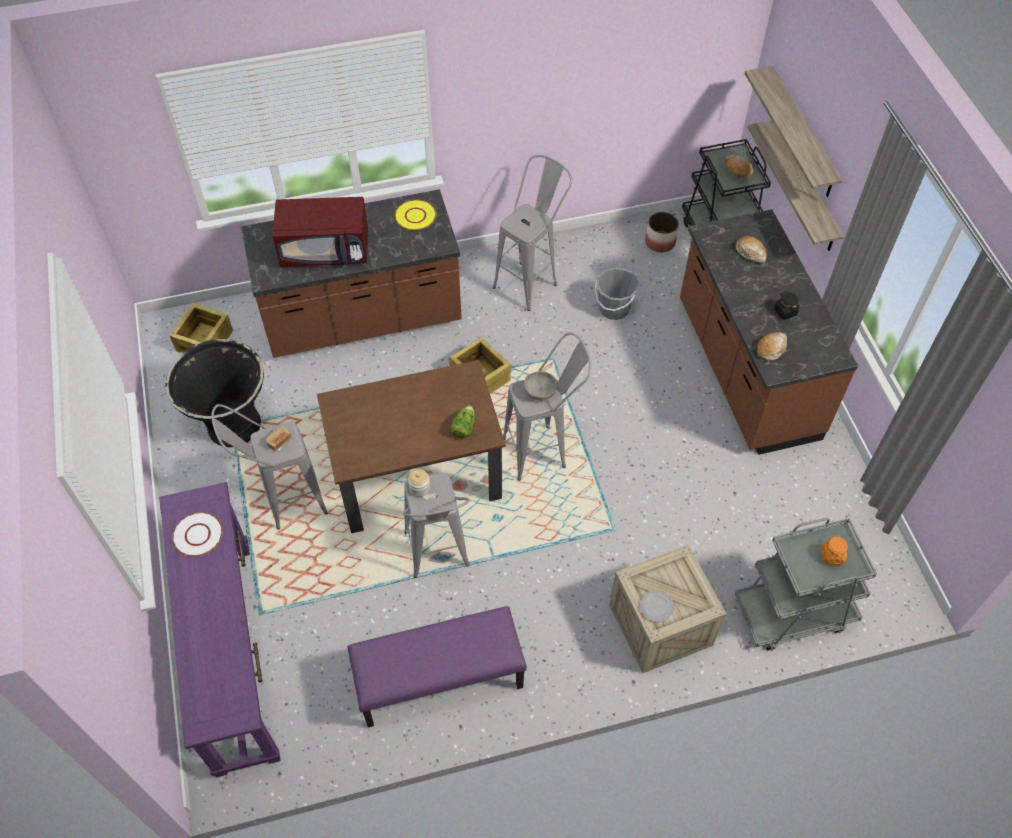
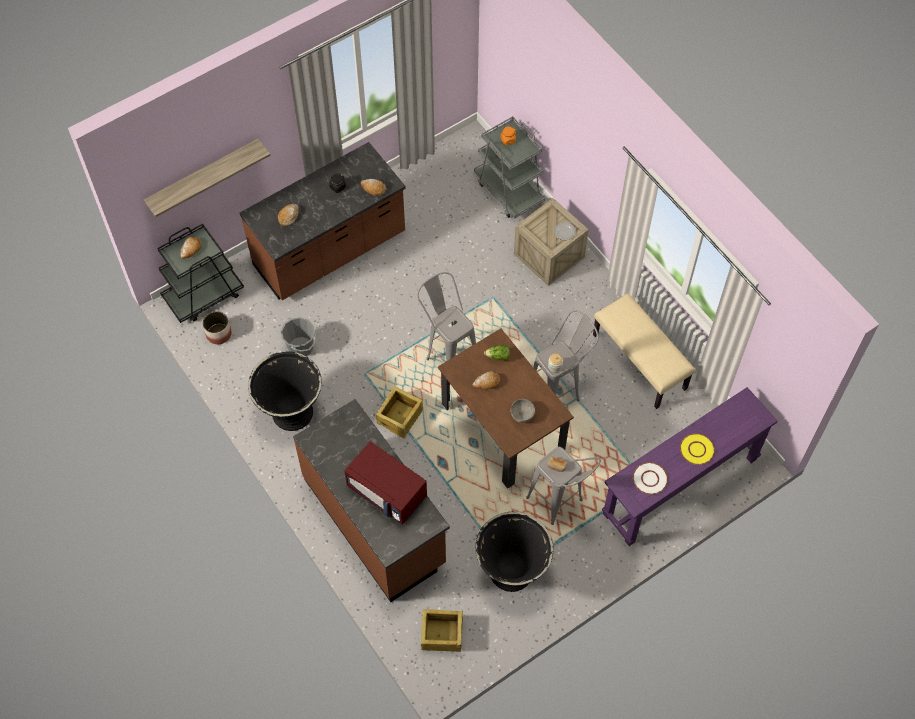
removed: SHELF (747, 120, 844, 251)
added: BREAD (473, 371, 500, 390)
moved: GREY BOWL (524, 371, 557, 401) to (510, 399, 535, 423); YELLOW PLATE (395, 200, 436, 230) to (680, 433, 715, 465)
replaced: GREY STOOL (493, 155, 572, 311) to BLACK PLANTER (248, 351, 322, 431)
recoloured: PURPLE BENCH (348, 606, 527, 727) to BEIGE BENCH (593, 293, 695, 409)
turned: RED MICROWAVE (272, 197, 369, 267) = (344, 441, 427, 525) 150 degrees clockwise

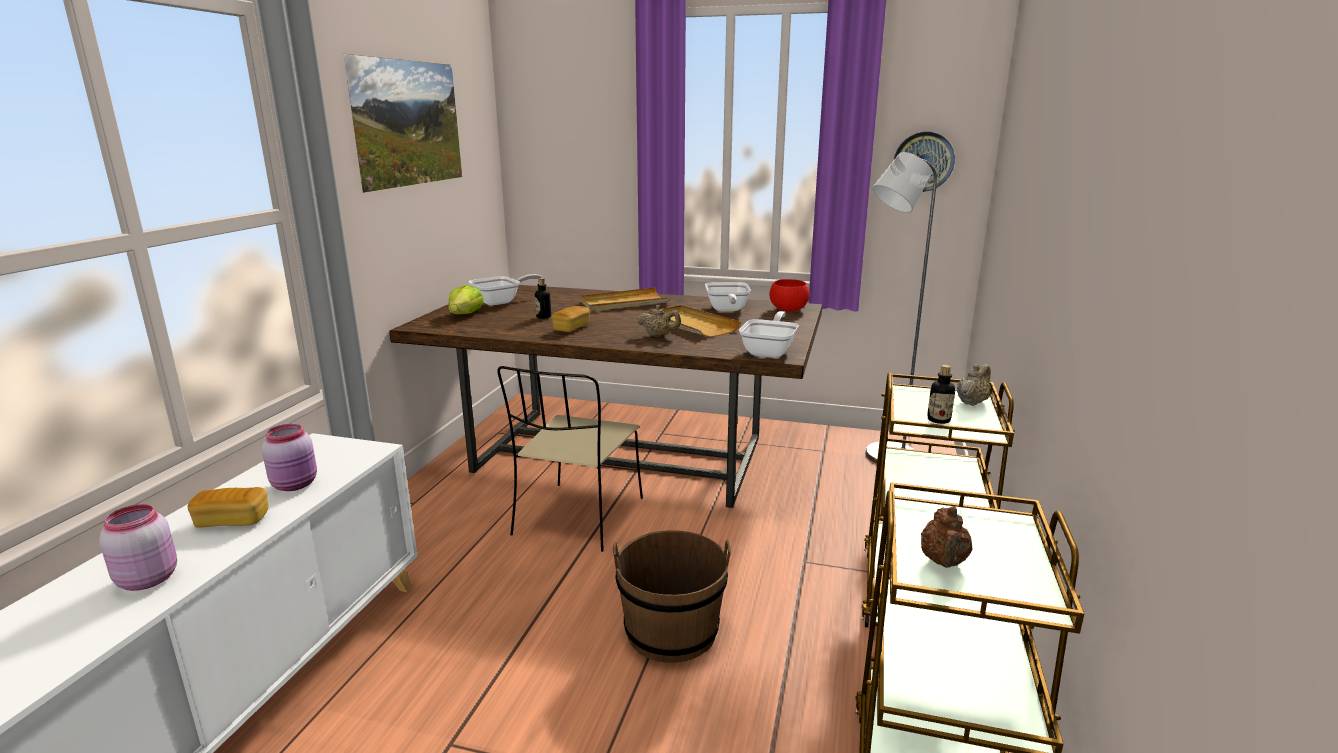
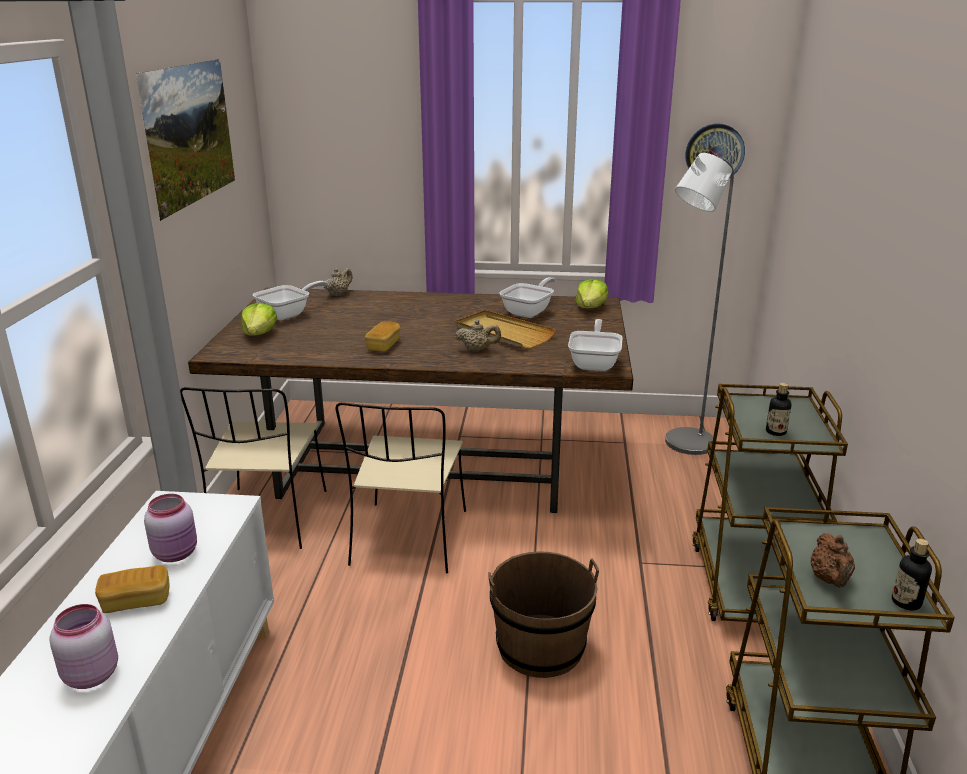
removed: BEIGE TRAY (580, 287, 671, 312)
added: BEIGE CHAIR (180, 387, 326, 549)
moved: BEIGE TEAPOT (957, 364, 991, 406) to (324, 268, 353, 296); BOTTLE (535, 278, 551, 319) to (892, 539, 932, 610)
replaced: RED BOWL (769, 279, 810, 312) to LETTUCE (575, 279, 609, 308)
turned: FRYING PAN (705, 282, 751, 311) = (500, 277, 555, 318) 135 degrees counterclockwise

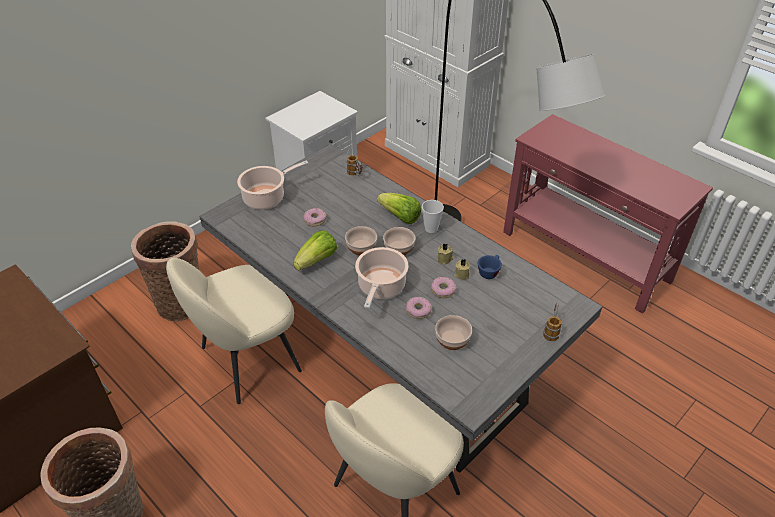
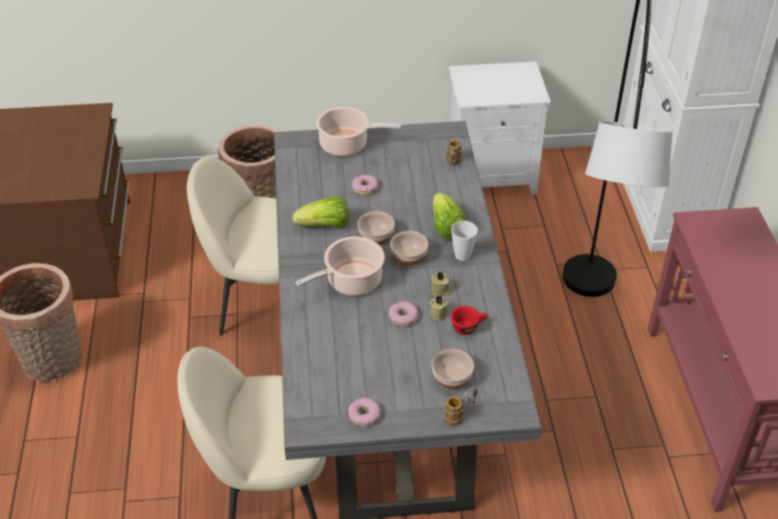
moved: DONUT (406, 297, 432, 319) to (348, 397, 381, 427); BOWL (435, 315, 472, 350) to (431, 349, 474, 389)
recoloured: BLUE CUP (478, 255, 502, 279) to RED CUP (451, 306, 487, 335)

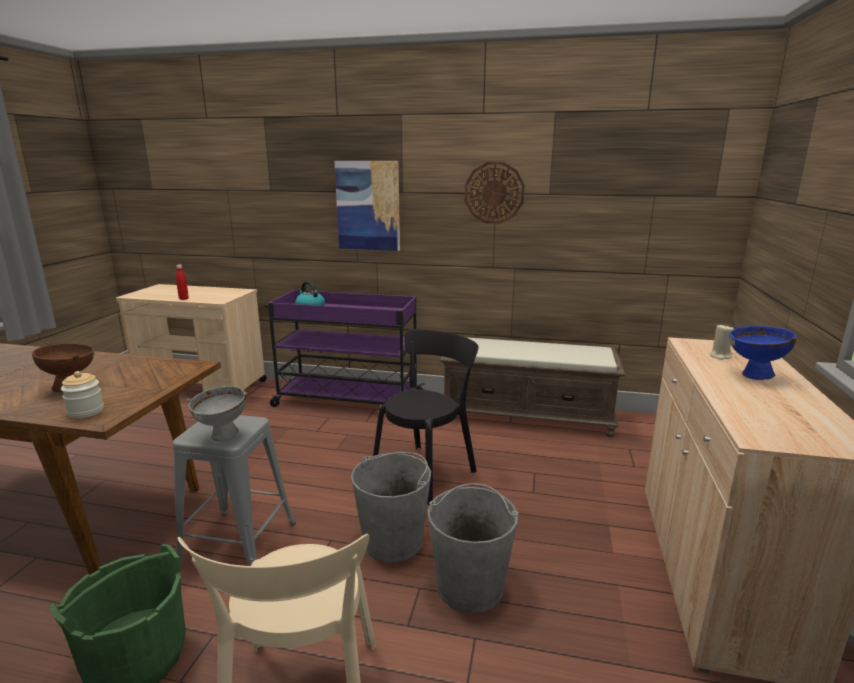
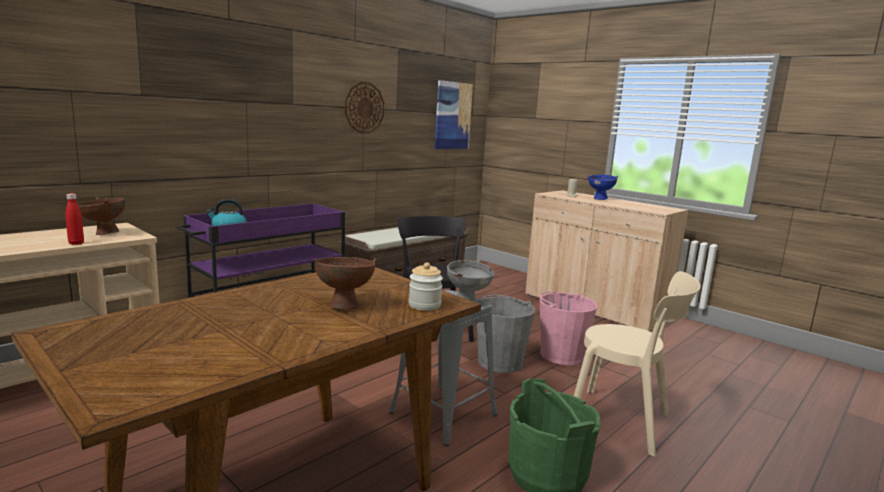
added: BROWN BOWL (78, 197, 125, 235)
moved: PICTURE (334, 161, 400, 251) to (435, 80, 473, 149)
recoloured: GREY BUCKET (427, 483, 519, 613) to PINK BUCKET (540, 292, 597, 365)

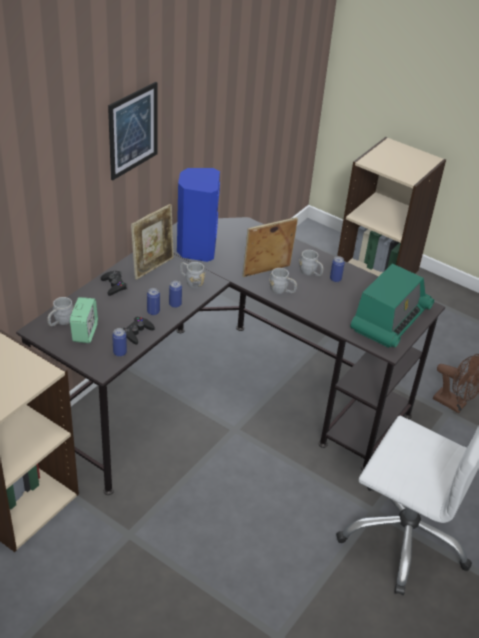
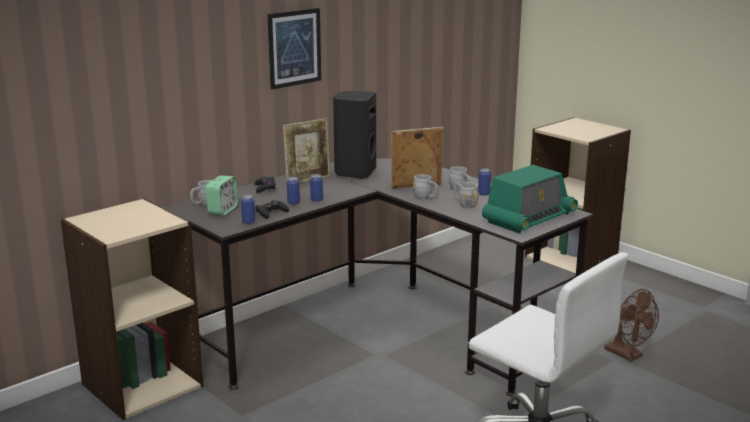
moved: GREY MUG (180, 262, 205, 288) to (454, 182, 479, 208)
recoloured: BLUE SPEAKER (177, 168, 220, 262) to BLACK SPEAKER (333, 91, 376, 179)

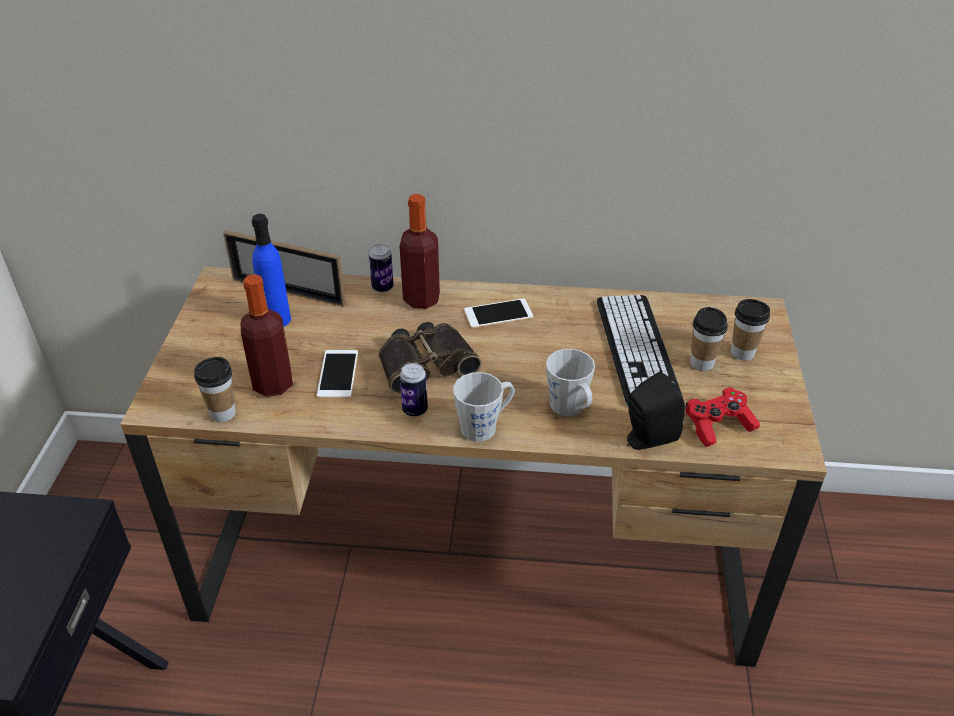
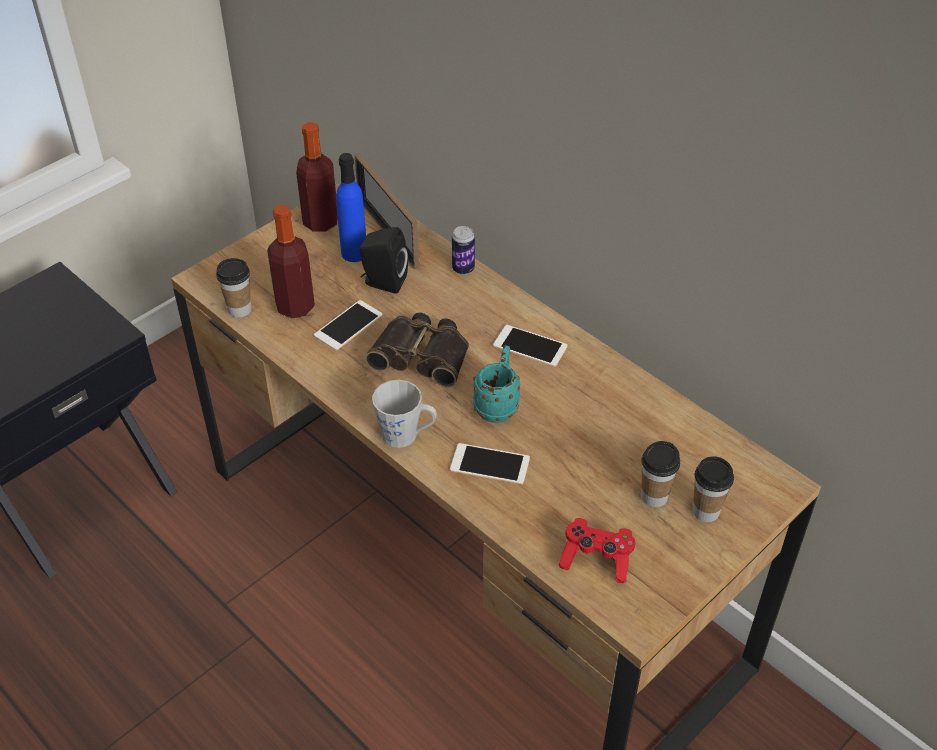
removed: CAN (400, 363, 428, 417); KEYBOARD (597, 295, 683, 405)
added: TURQUOISE MUG (473, 345, 520, 423)
moved: BOTTLE (399, 194, 440, 309) to (296, 122, 338, 232); BLACK SPEAKER (627, 371, 685, 450) to (360, 227, 408, 294)
replaced: GREY MUG (546, 349, 595, 416) to PHONE (450, 443, 530, 484)

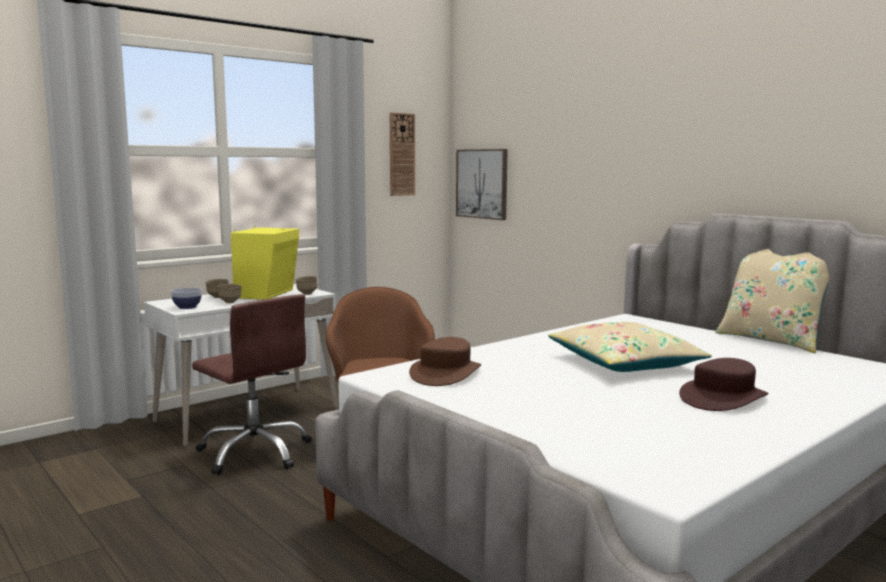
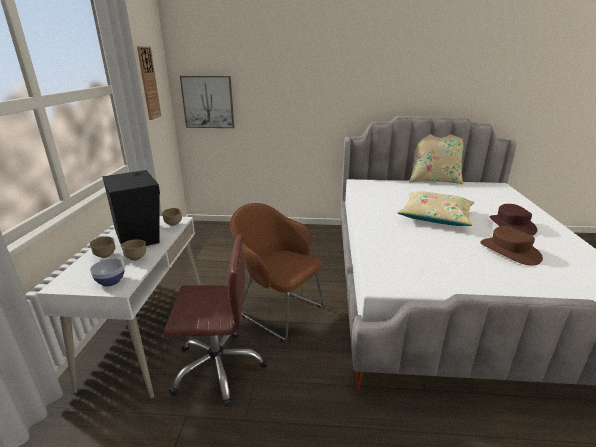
moved: BROWN HAT (409, 337, 481, 386) to (480, 226, 543, 266)
recoloured: YELLOW SPEAKER (231, 226, 299, 300) to BLACK SPEAKER (102, 170, 160, 247)

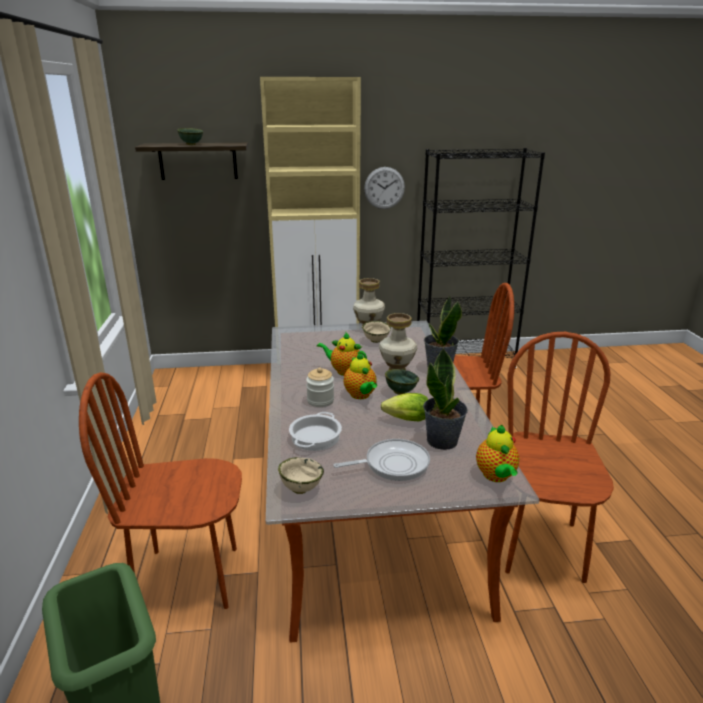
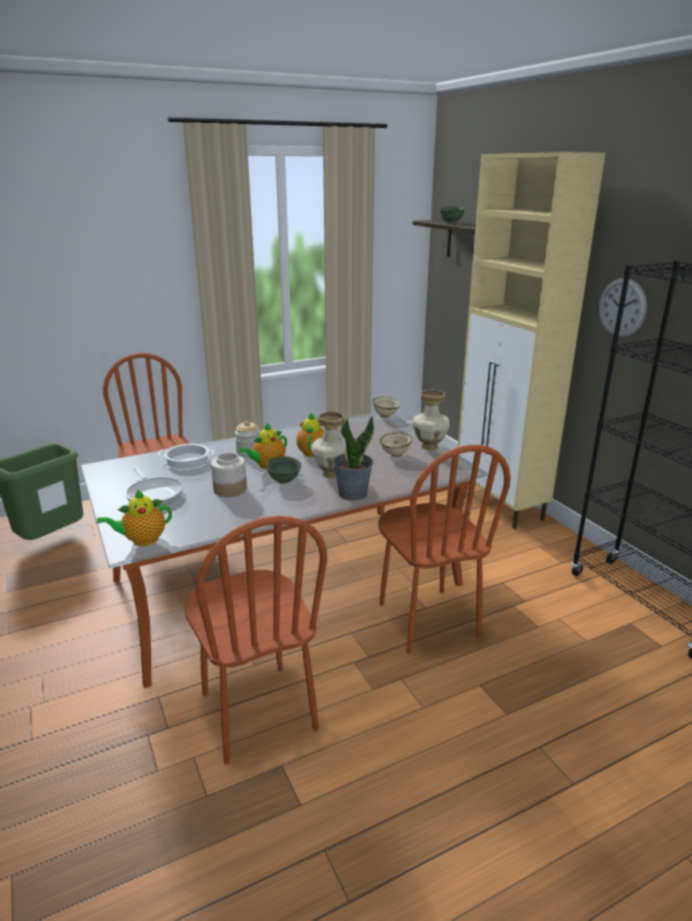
removed: POTTED PLANT (423, 348, 468, 450)
moved: BEIGE BOWL (278, 457, 324, 494) to (372, 397, 400, 418)
replaced: LETTUCE (381, 393, 429, 421) to JAR (211, 453, 247, 497)
turned: BROWN CHAIR (505, 332, 614, 583) = (184, 516, 327, 765) 75 degrees clockwise

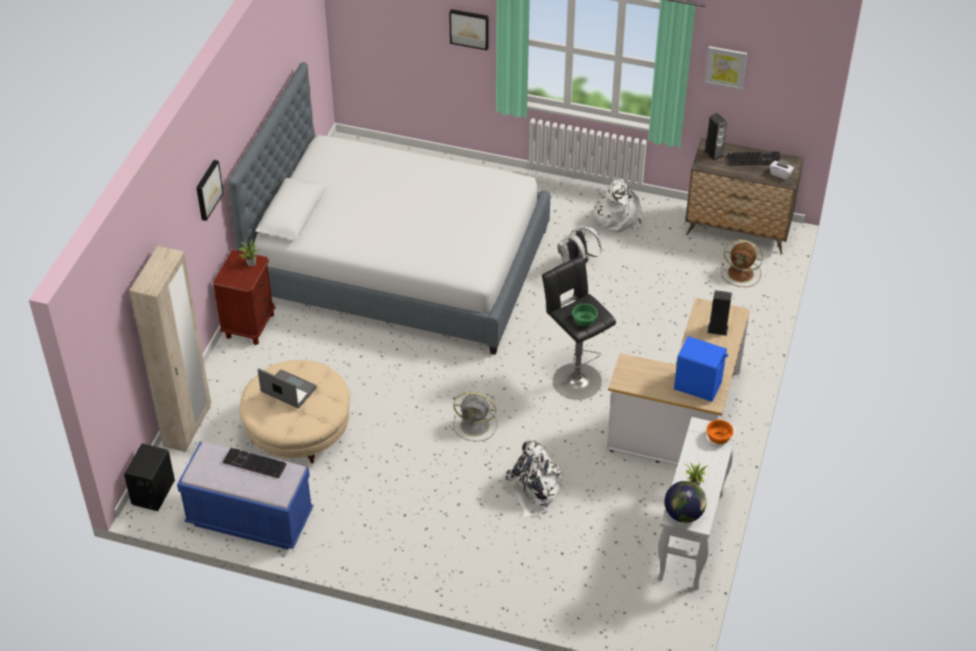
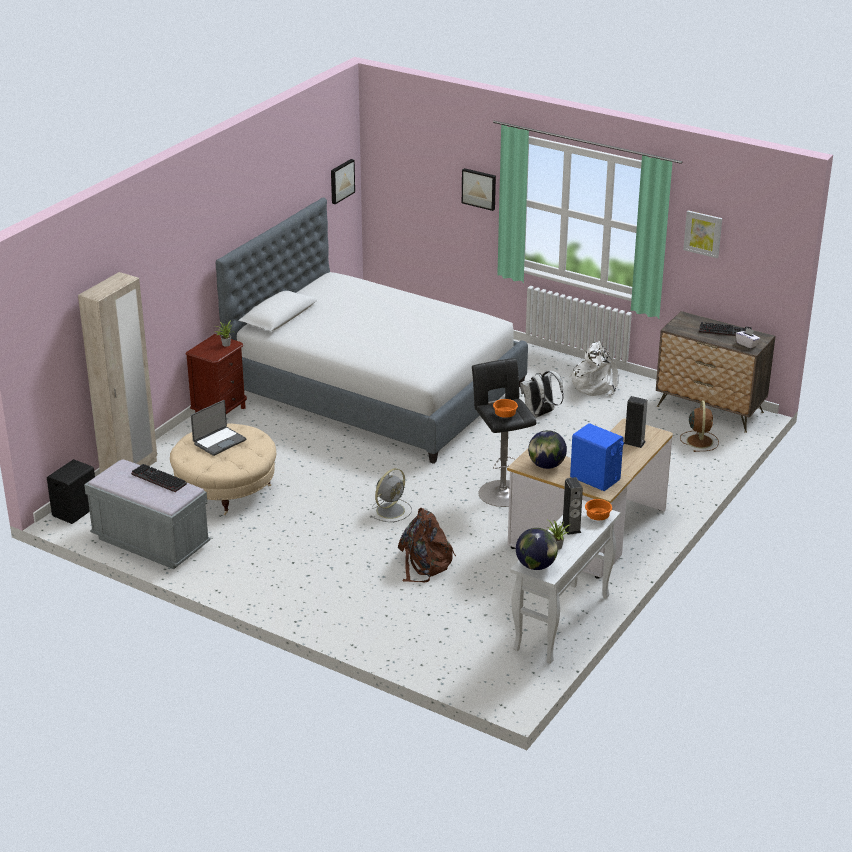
added: GLOBE (528, 430, 567, 469)
moved: PICTURE (196, 160, 224, 221) to (331, 159, 355, 204); SPEAKER (704, 113, 727, 160) to (562, 477, 583, 535)
recoloured: BLUE BENCH (177, 442, 313, 549) to GREY BENCH (84, 459, 211, 569); WHITE BACKPACK (505, 439, 565, 517) to BROWN BACKPACK (398, 508, 456, 582); GREEN BOWL (572, 304, 598, 326) to ORANGE BOWL (493, 399, 518, 418)
turned: LAPTOP (258, 368, 317, 408) = (191, 400, 246, 456) 90 degrees clockwise; GREY FAN (453, 392, 497, 441) = (370, 468, 412, 522) 75 degrees counterclockwise; BROWN FAN (721, 240, 763, 287) = (680, 400, 719, 452) 120 degrees counterclockwise

